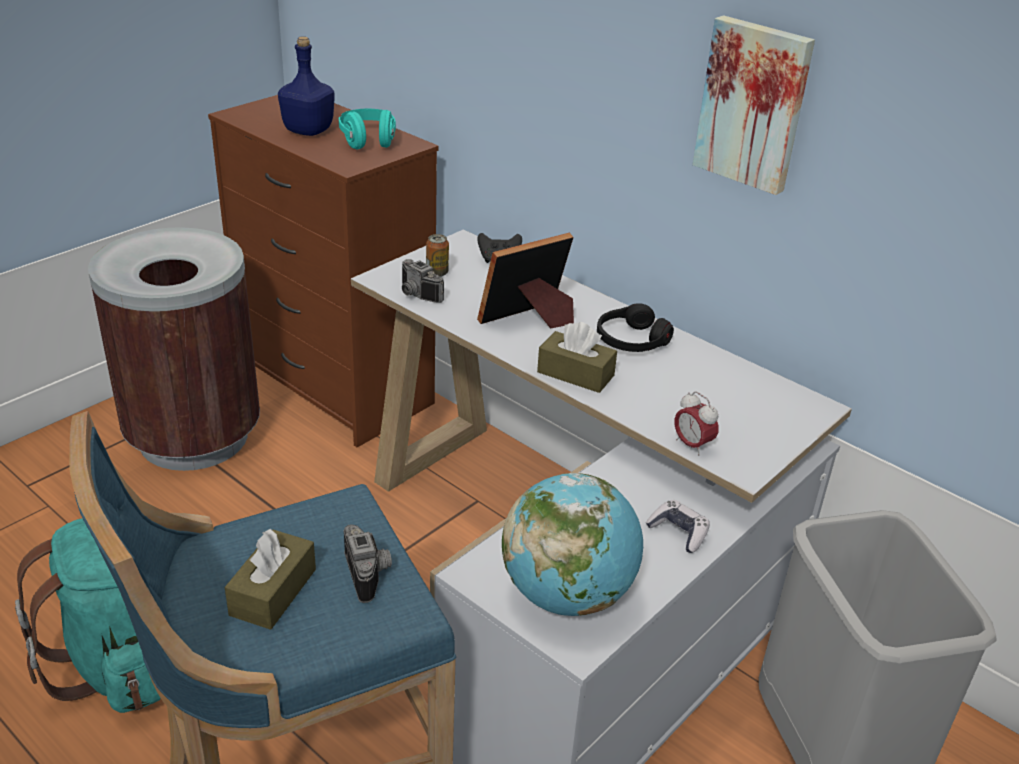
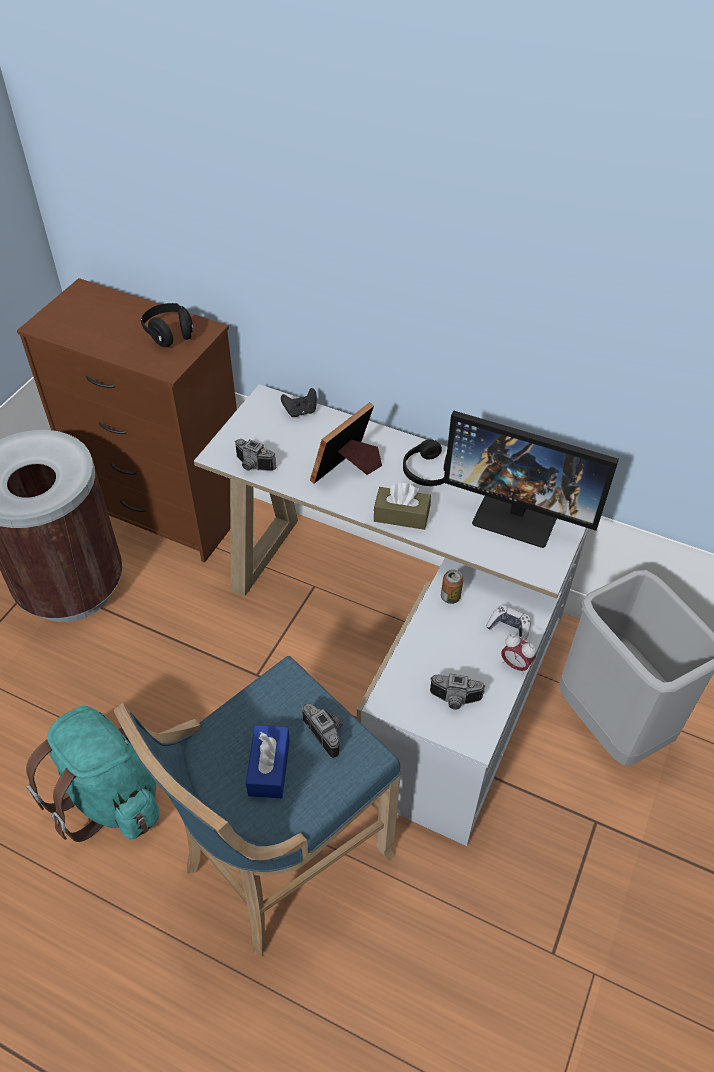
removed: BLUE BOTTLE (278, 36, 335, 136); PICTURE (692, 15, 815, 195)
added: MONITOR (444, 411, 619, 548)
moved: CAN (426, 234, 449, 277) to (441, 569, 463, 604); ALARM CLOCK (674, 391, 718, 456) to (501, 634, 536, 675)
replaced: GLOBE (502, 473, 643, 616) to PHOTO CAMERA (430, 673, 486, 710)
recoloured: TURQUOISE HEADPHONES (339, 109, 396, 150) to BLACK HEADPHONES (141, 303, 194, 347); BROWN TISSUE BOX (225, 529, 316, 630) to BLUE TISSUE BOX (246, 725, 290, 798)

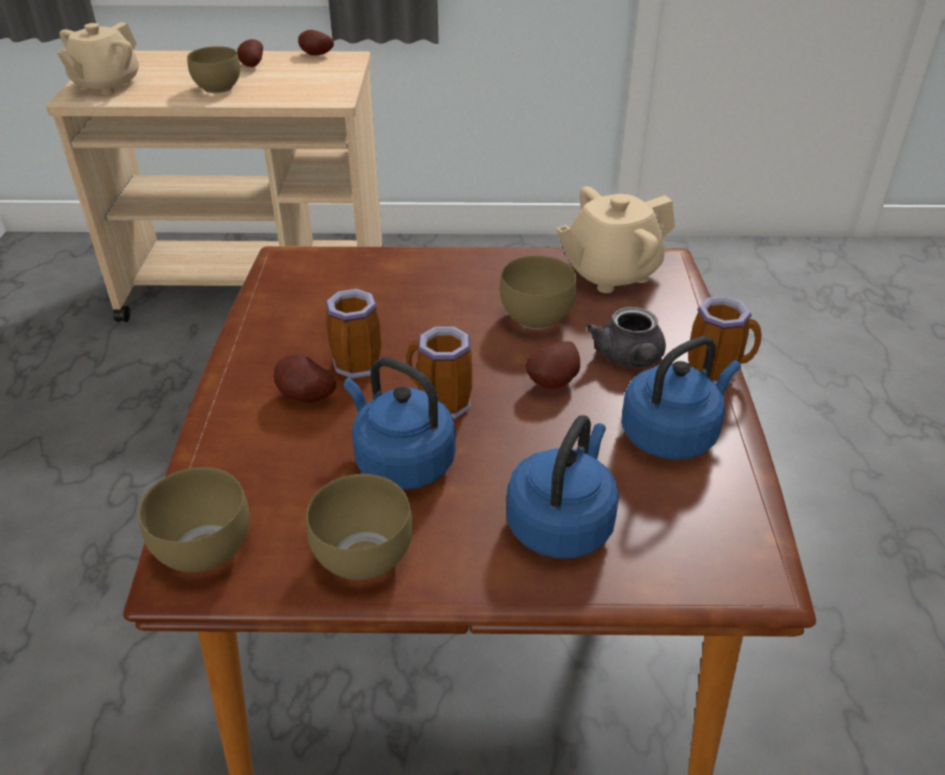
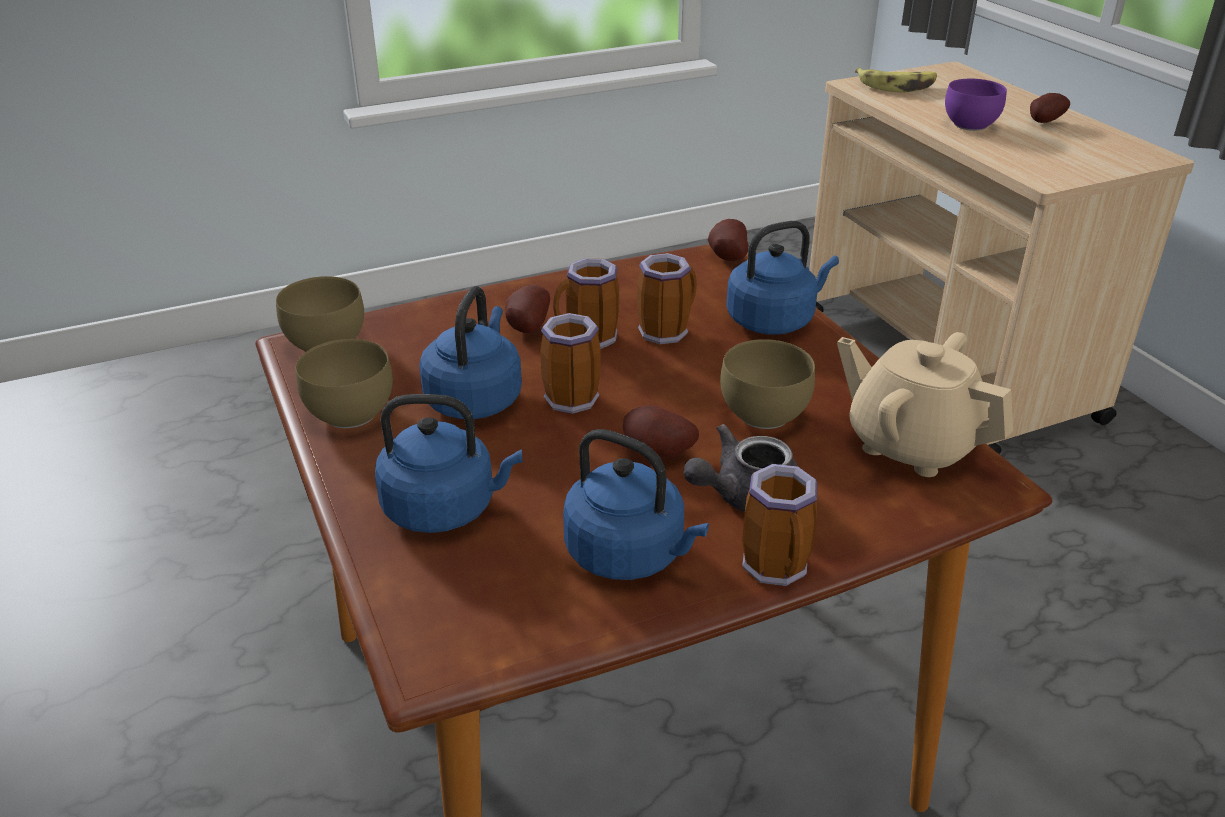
added: MUG (637, 253, 697, 344); BLUE KETTLE (726, 221, 839, 335)
moved: POTATO (298, 30, 334, 56) to (708, 219, 748, 261)
replaced: BEIGE TEAPOT (56, 22, 139, 95) to BANANA (855, 68, 937, 93)
recoloured: BROWN BOWL (187, 46, 240, 93) to PURPLE BOWL (945, 79, 1007, 131)

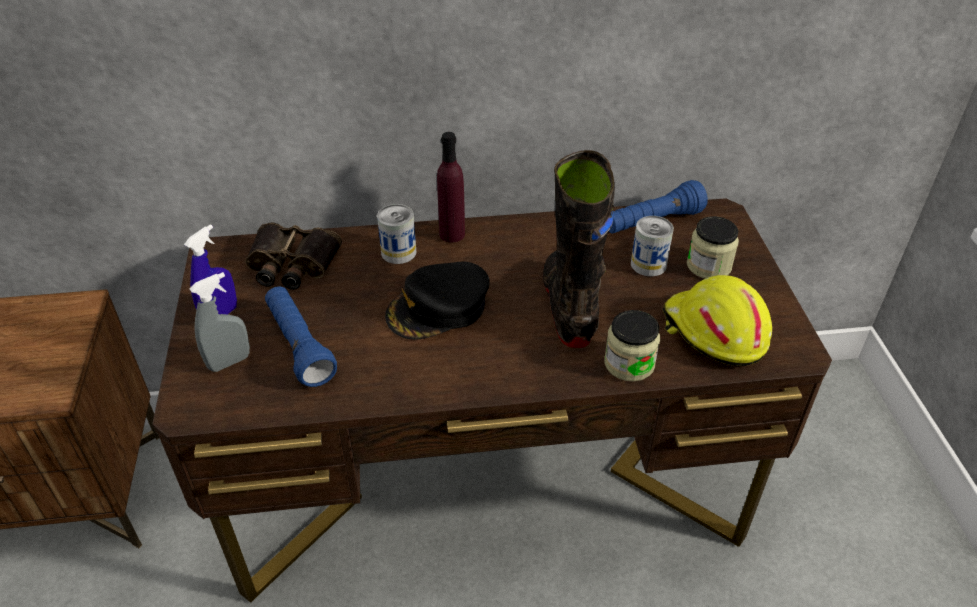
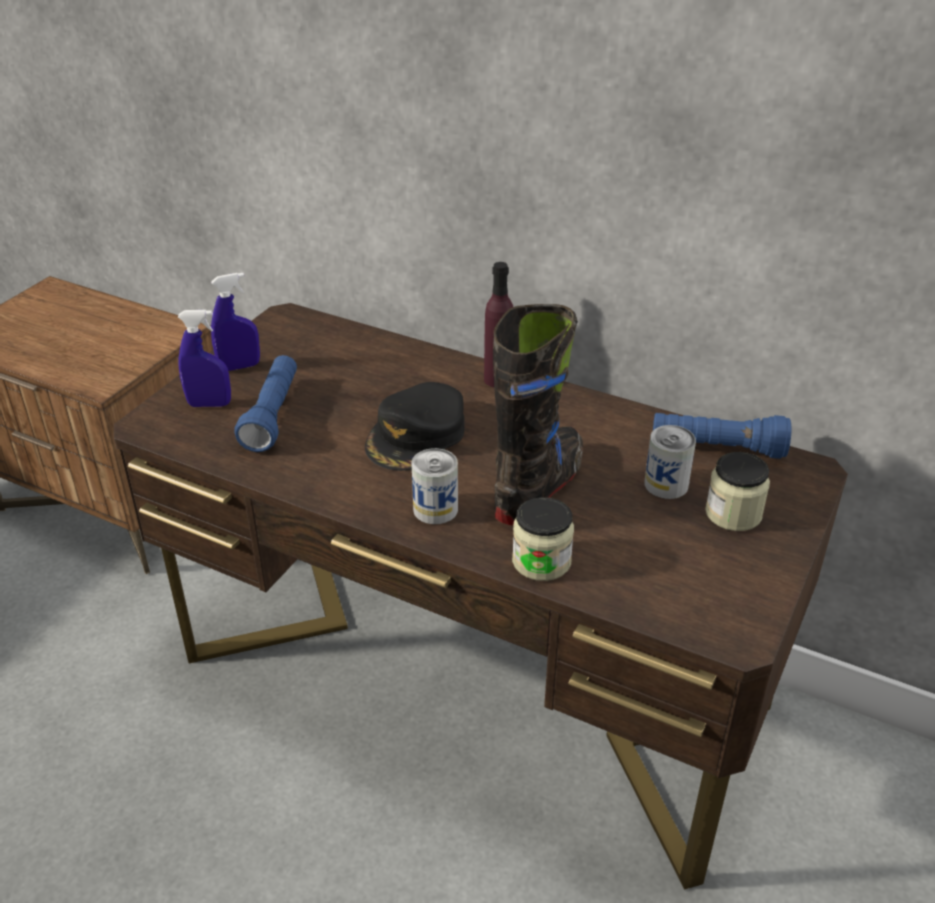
removed: BINOCULARS (245, 222, 342, 290); YELLOW HARD HAT (663, 275, 772, 366)
moved: CAN (377, 204, 416, 264) to (411, 448, 458, 524)
recoloured: GREY SPRAY BOTTLE (189, 272, 250, 372) to BLUE SPRAY BOTTLE (178, 310, 231, 407)
turned: BLACK CAP (385, 262, 490, 340) = (365, 382, 465, 471) 60 degrees counterclockwise

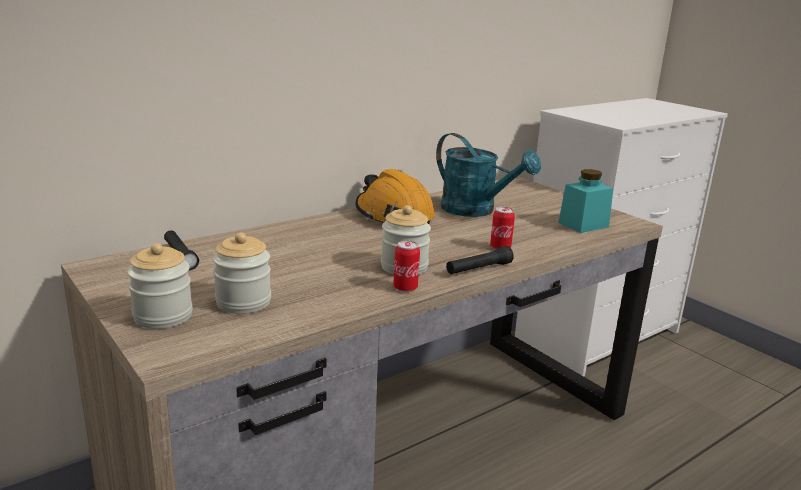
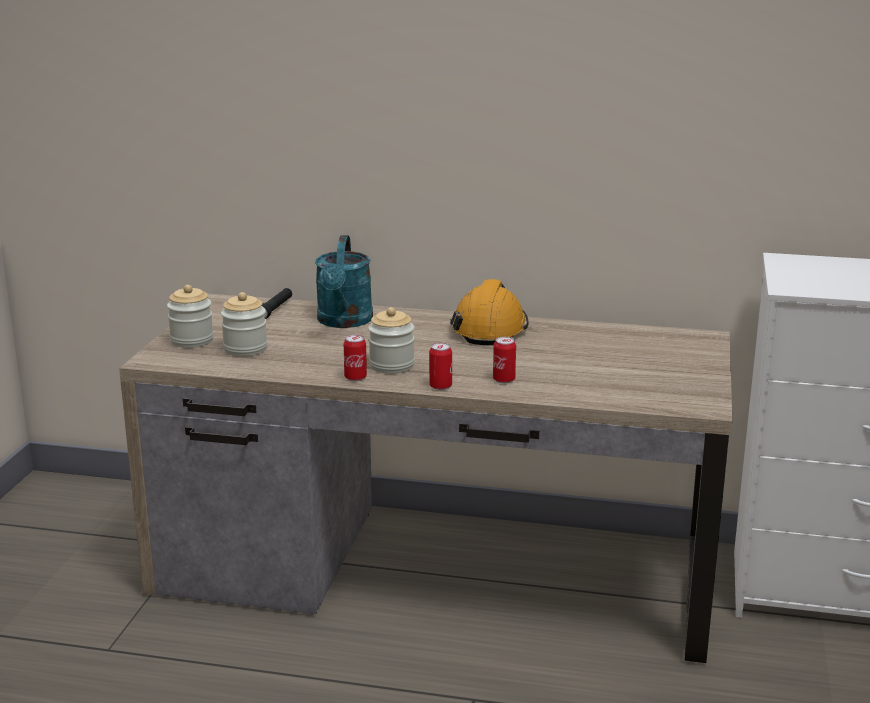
removed: TURQUOISE JAR (558, 169, 613, 233)
moved: TURQUOISE WATERING CAN (436, 133, 541, 217) to (315, 235, 373, 328)
replaced: BLACK FLASHLIGHT (446, 246, 514, 274) to CAN (429, 343, 452, 390)

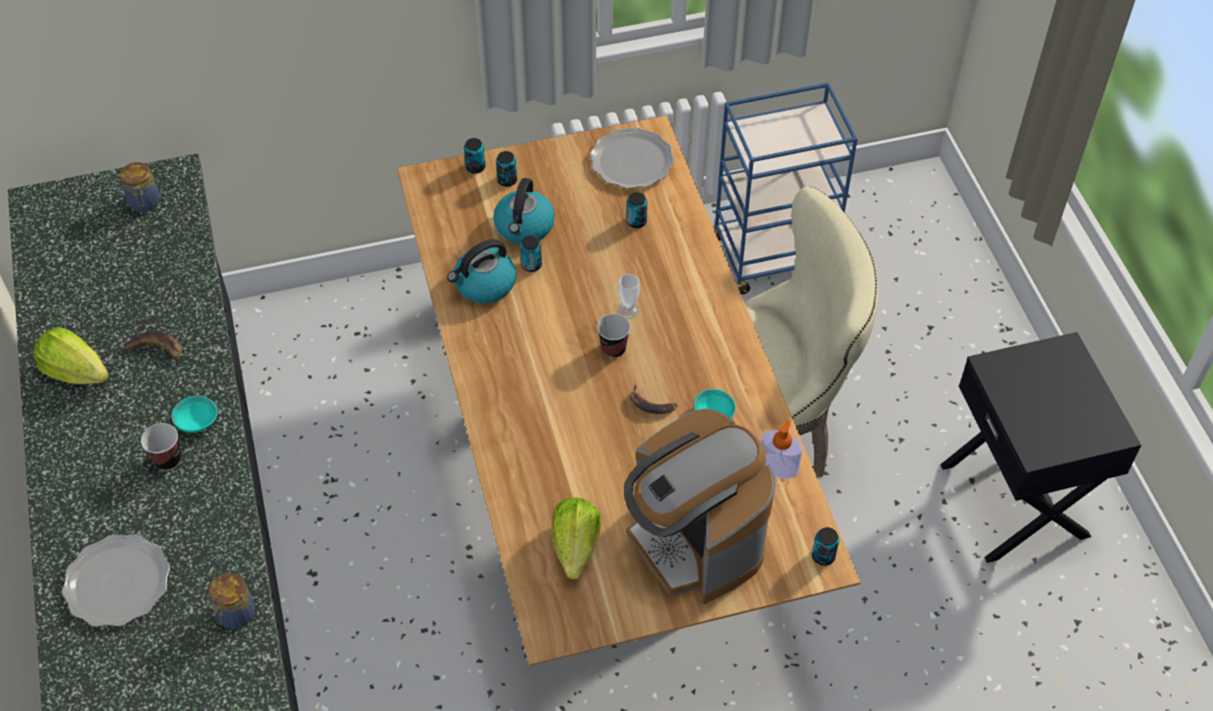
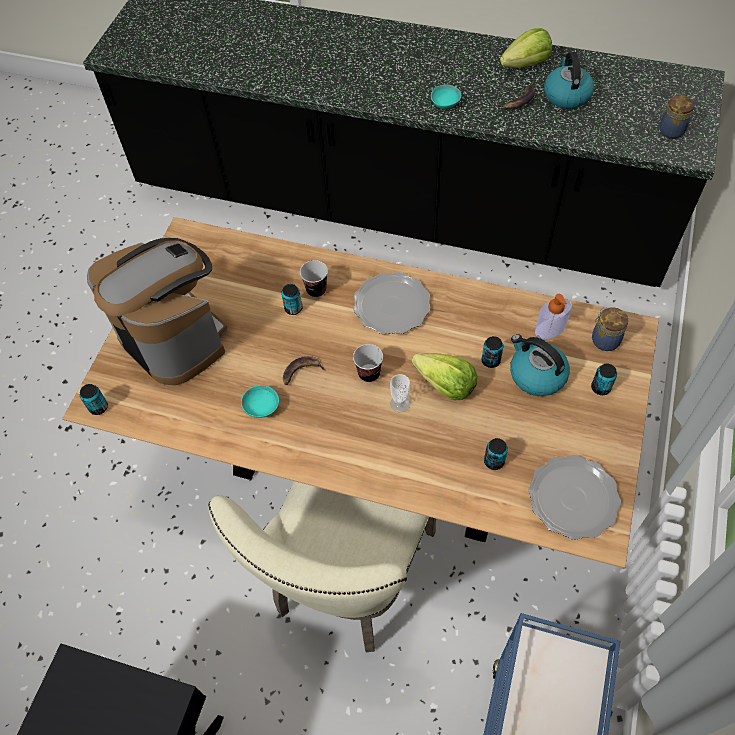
moved: CAN (464, 138, 485, 174) to (281, 284, 302, 315); CUP (141, 423, 181, 471) to (300, 260, 328, 298); PLATE (62, 534, 170, 627) to (354, 272, 430, 334); LETTUCE (552, 497, 602, 579) to (411, 353, 478, 400); SOAP DISPENSER (761, 420, 803, 479) to (535, 294, 572, 339); KETTLE (447, 239, 516, 303) to (544, 52, 594, 109); JAR (209, 573, 255, 629) to (592, 307, 628, 351)
turned: COFFEE MACHINE (624, 408, 775, 604) = (87, 238, 227, 385) 45 degrees clockwise

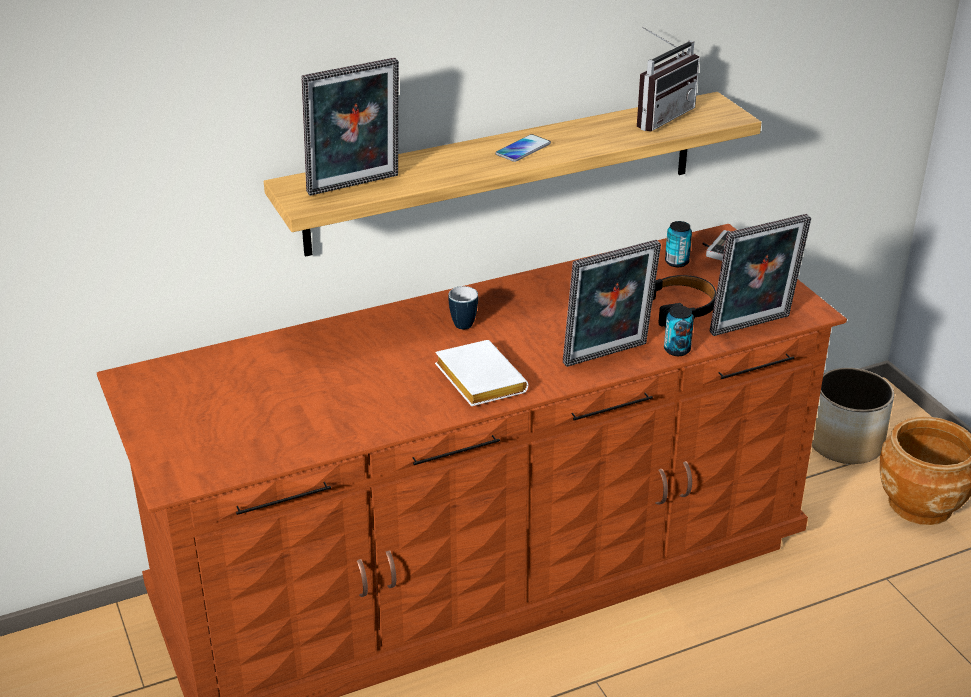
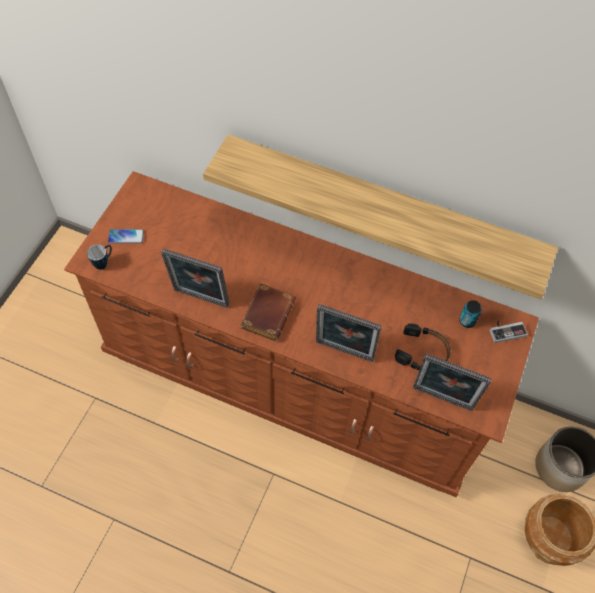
removed: RADIO (637, 27, 700, 131); CAN (664, 306, 694, 356)
moved: MUG (448, 286, 478, 329) to (87, 244, 112, 270); PHONE (495, 134, 551, 162) to (108, 229, 144, 243); PICTURE FRAME (301, 58, 399, 196) to (161, 249, 230, 308)
recoloured: WHITE BOOK (435, 340, 528, 406) to BROWN BOOK (241, 283, 296, 341)

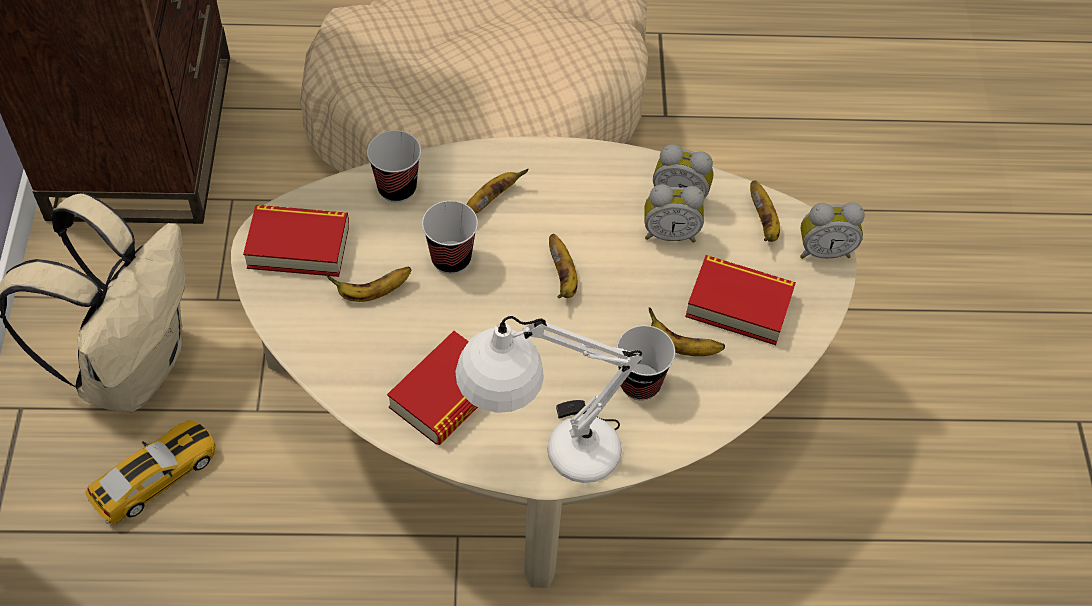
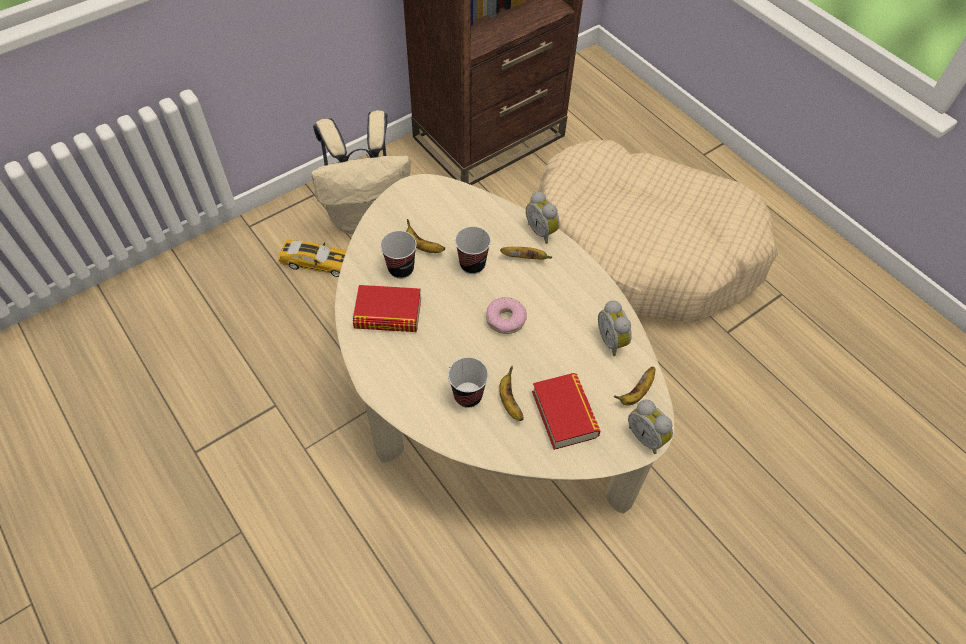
removed: BOOK (243, 205, 349, 277); WHITE TABLE LAMP (455, 316, 643, 483)
moved: CUP (367, 130, 421, 203) to (380, 231, 417, 279); ALARM CLOCK (644, 184, 704, 243) to (526, 192, 560, 244)
replaced: BANANA (549, 234, 578, 298) to DONUT (486, 297, 527, 334)

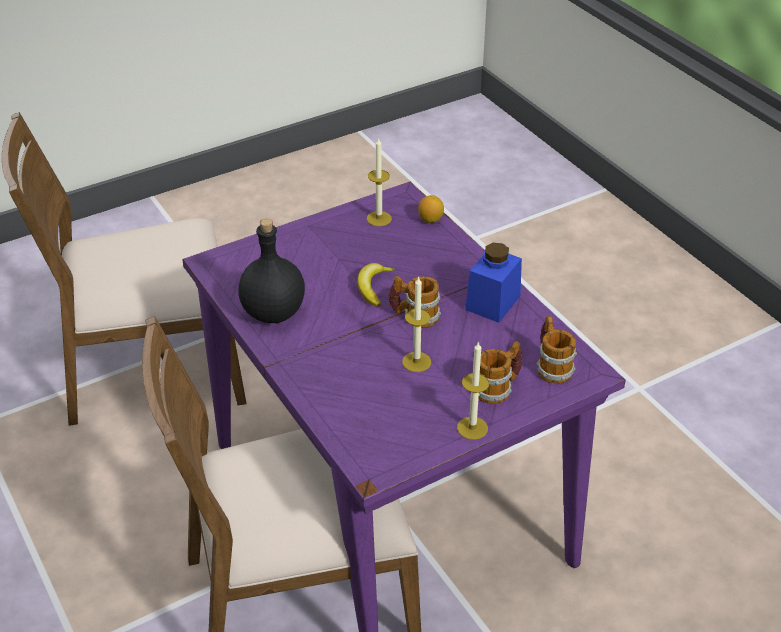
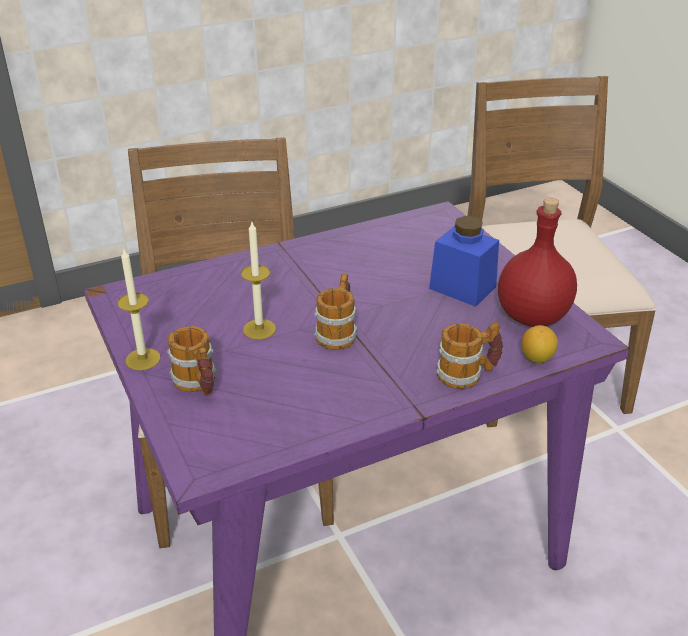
removed: BLACK BOTTLE (239, 219, 305, 323); BANANA (357, 263, 395, 307)
moved: BLUE JAR (465, 243, 522, 323) to (429, 216, 499, 307); MUG (536, 316, 577, 384) to (436, 322, 503, 389)
replaced: CANDLE (367, 137, 392, 226) to RED BOTTLE (498, 198, 577, 327)

